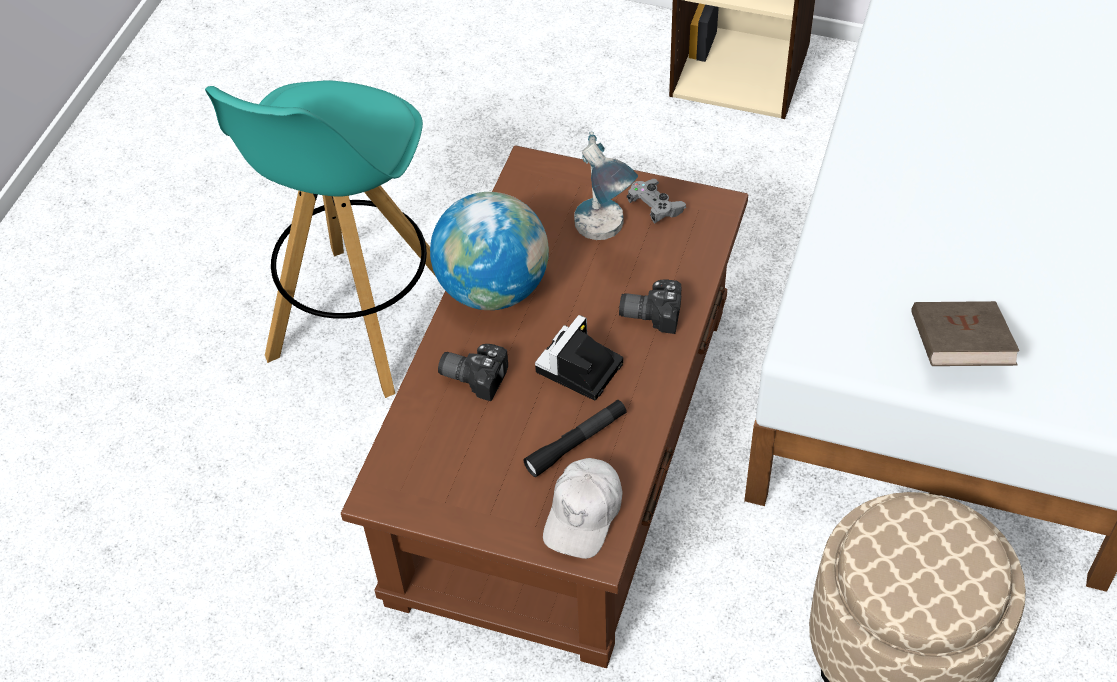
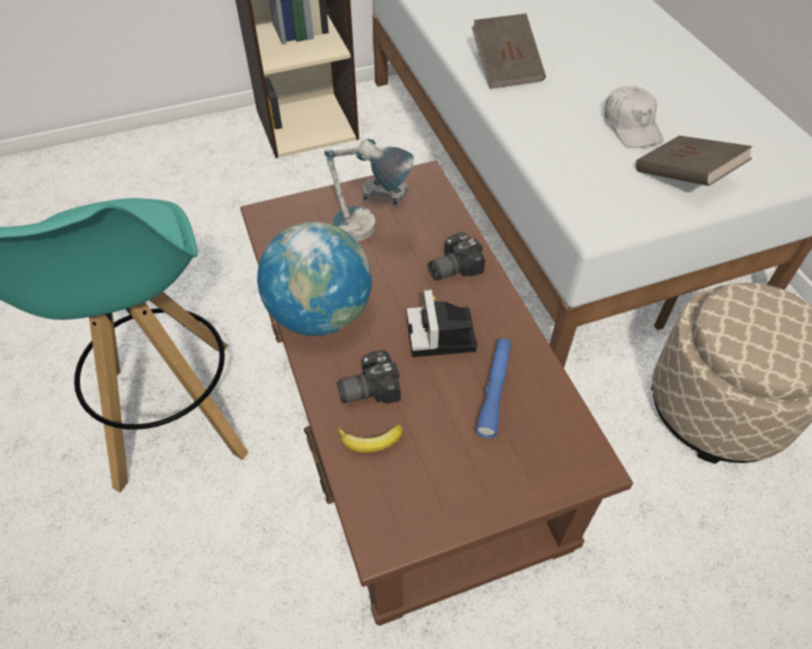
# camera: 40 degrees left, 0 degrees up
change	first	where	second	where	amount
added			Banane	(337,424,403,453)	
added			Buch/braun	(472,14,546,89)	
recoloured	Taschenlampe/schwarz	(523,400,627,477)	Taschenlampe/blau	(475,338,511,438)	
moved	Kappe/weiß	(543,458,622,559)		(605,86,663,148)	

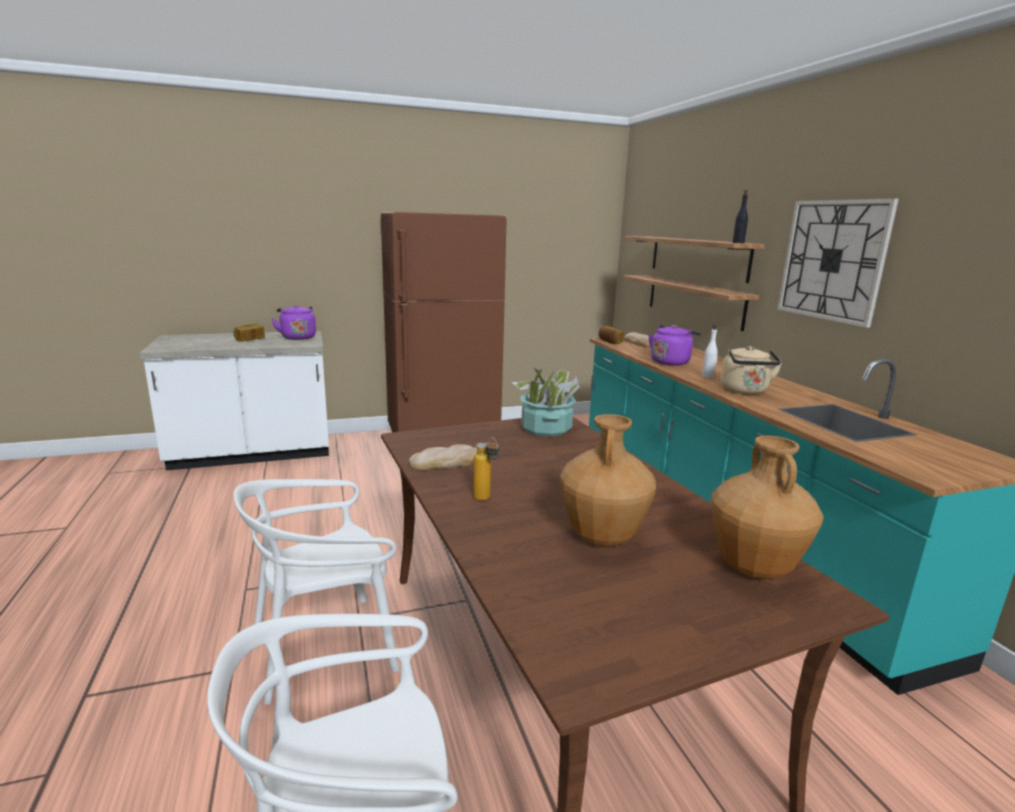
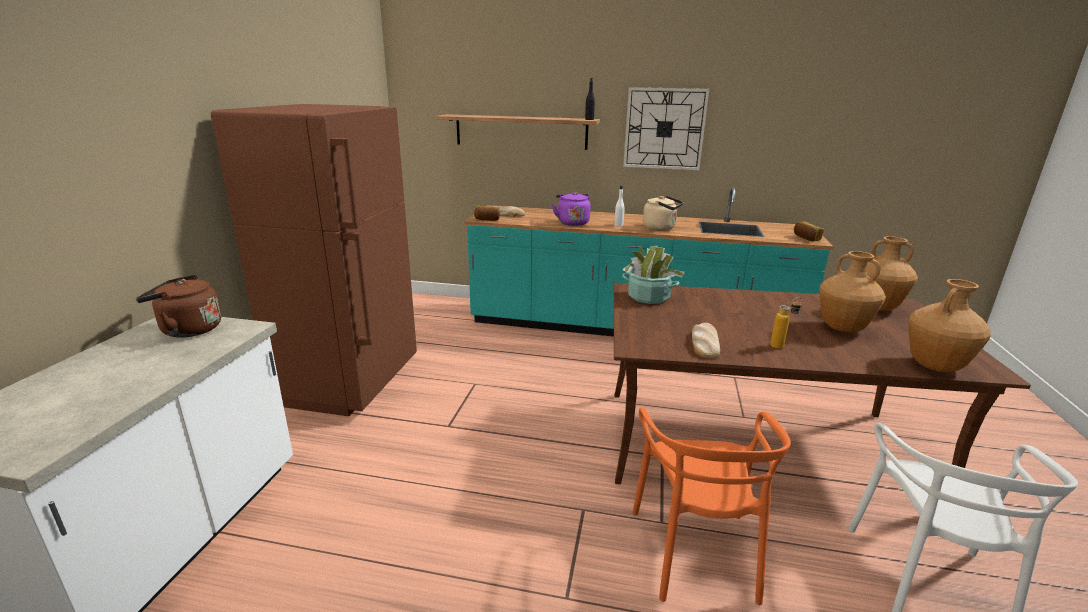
# camera: 60 degrees left, 5 degrees up
change	first	where	second	where	amount
recoloured	Wasserkessel/lila	(271,305,316,340)	Wasserkessel/braun	(136,275,221,338)	
recoloured	Stuhl/weiß	(233,479,399,705)	Stuhl/orange	(632,408,791,605)	
moved	Brot	(234,324,265,342)		(794,221,824,241)	
added			Vase/braun	(909,279,991,372)	
removed	Wandregal	(623,275,759,331)			

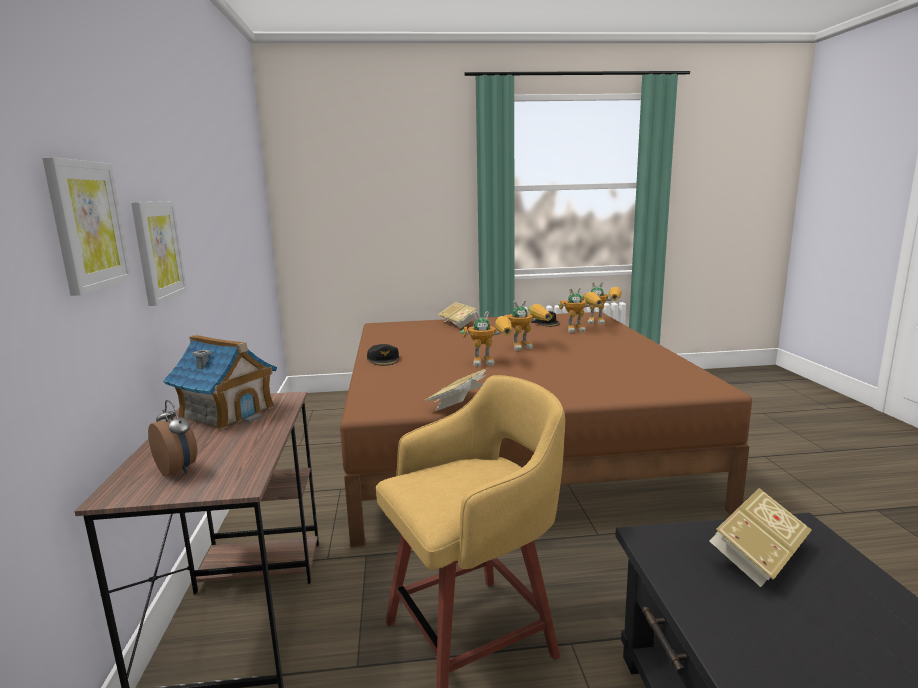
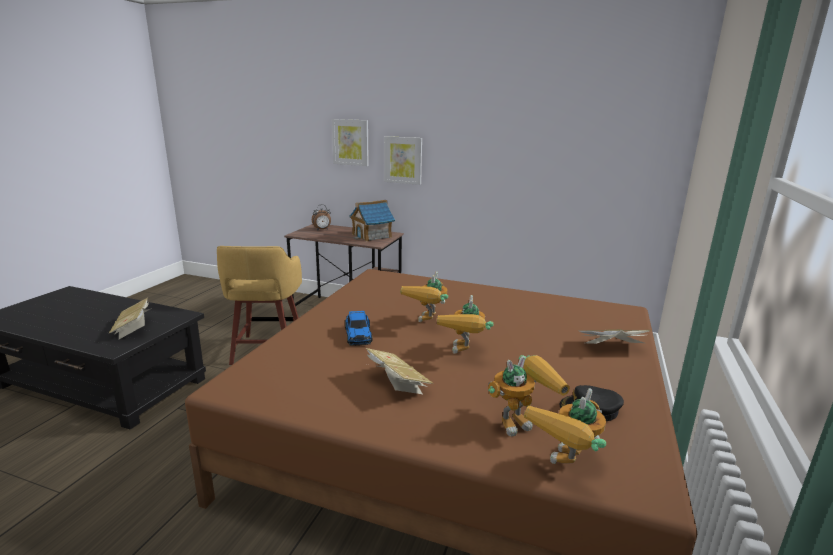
# camera: 115 degrees right, 5 degrees up
change	first	where	second	where	amount
added			Spielzeugauto	(345,311,372,346)	
moved	Buch	(424,368,487,412)		(366,348,433,394)	
turned	Spielzeugroboter	(558,288,603,333)		(488,355,570,437)	135 degrees counterclockwise
removed	Kappe/schwarz	(367,344,399,366)			

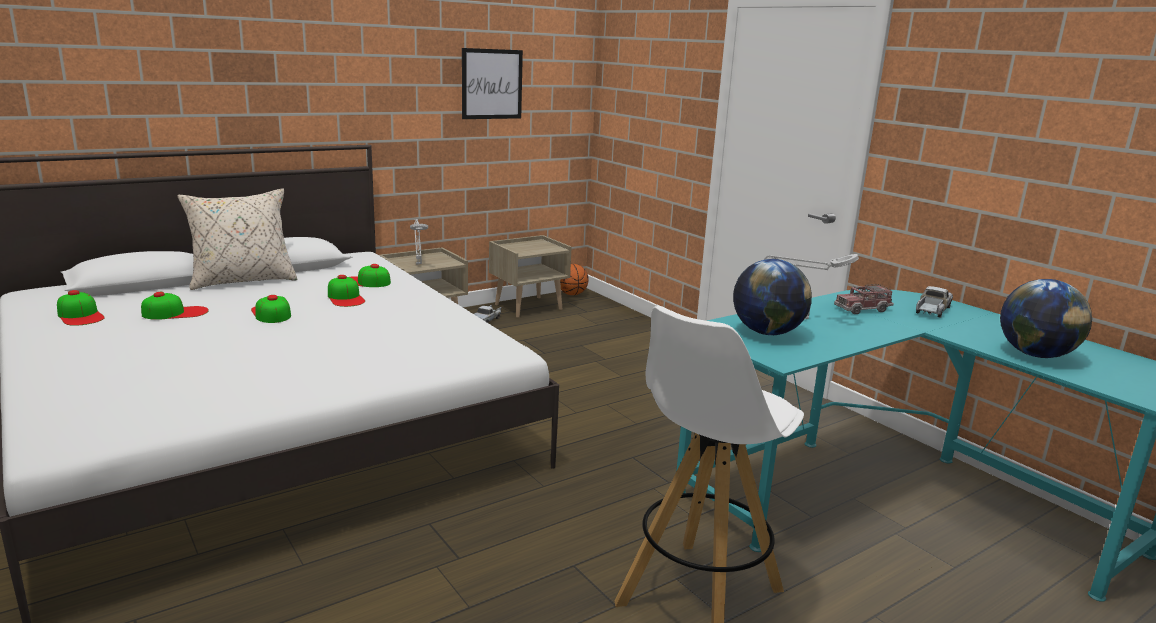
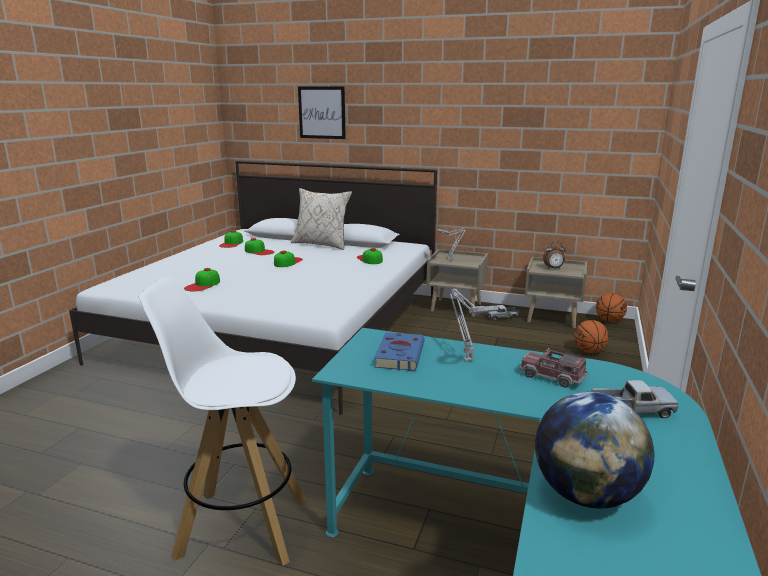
# camera: 55 degrees right, 0 degrees up
change	first	where	second	where	amount
moved	Kappe	(328,275,365,307)		(184,268,220,292)	
moved	Bild	(462,48,523,119)		(298,87,346,139)	
replaced	Globus	(733,259,812,335)	Buch/blau	(374,332,425,371)	
added			Wecker	(543,241,566,269)	
added			Basketball	(574,320,609,353)	

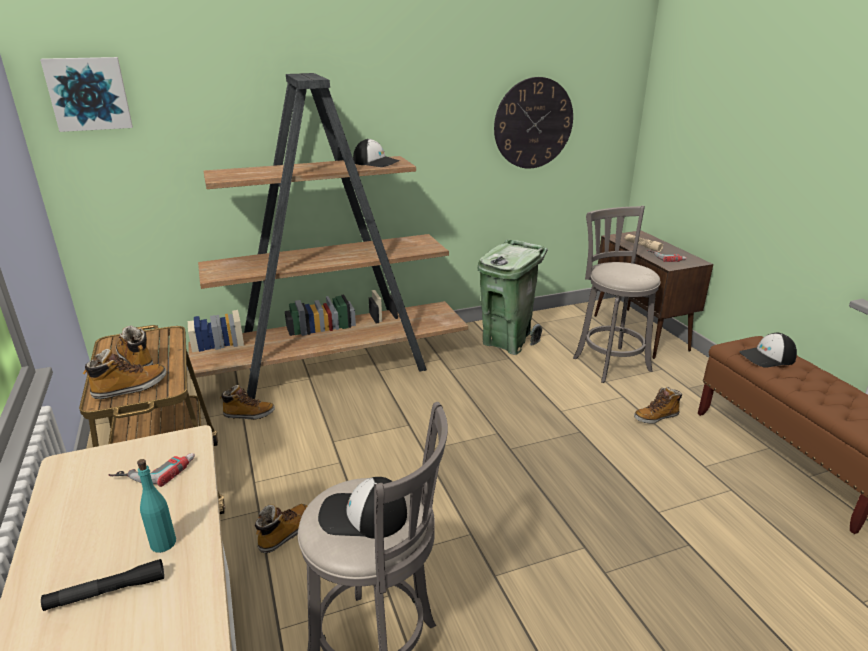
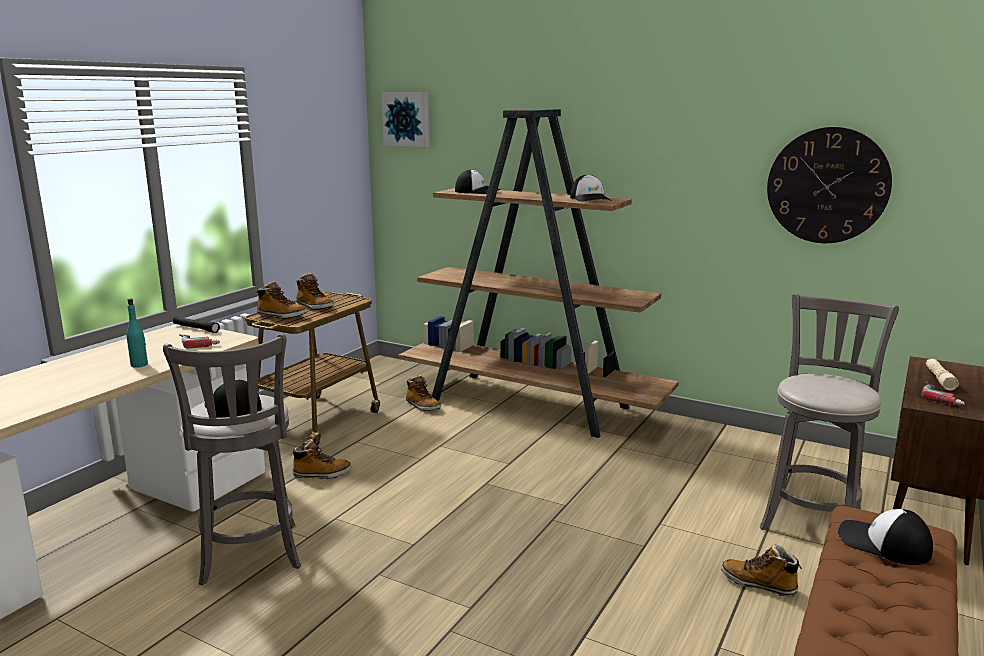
# camera: 50 degrees right, 10 degrees down
change	first	where	second	where	amount
moved	Taschenlampe/schwarz	(41,559,164,611)		(173,317,220,333)	
turned	Stiefel	(116,325,153,366)		(296,273,334,310)	120 degrees clockwise
added			Kappe	(455,169,501,194)	
removed	Mülleimer/grün	(477,240,548,355)			

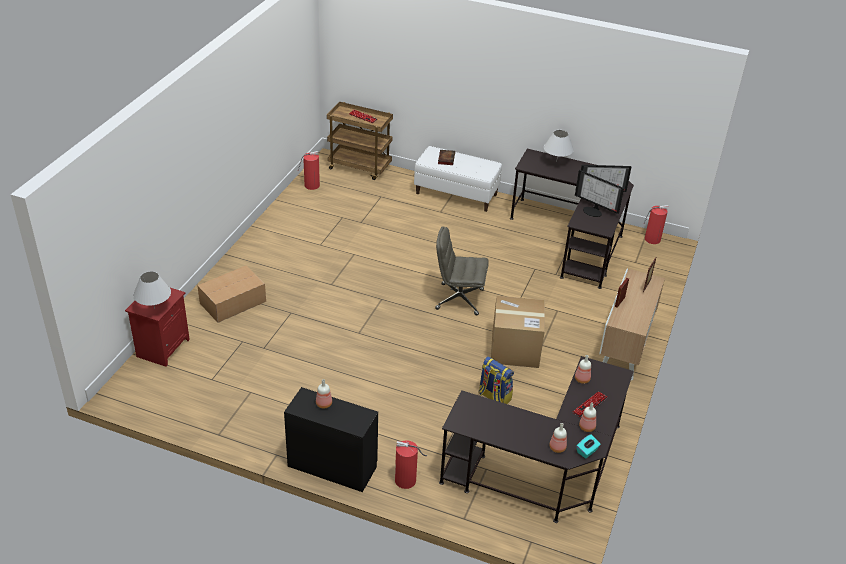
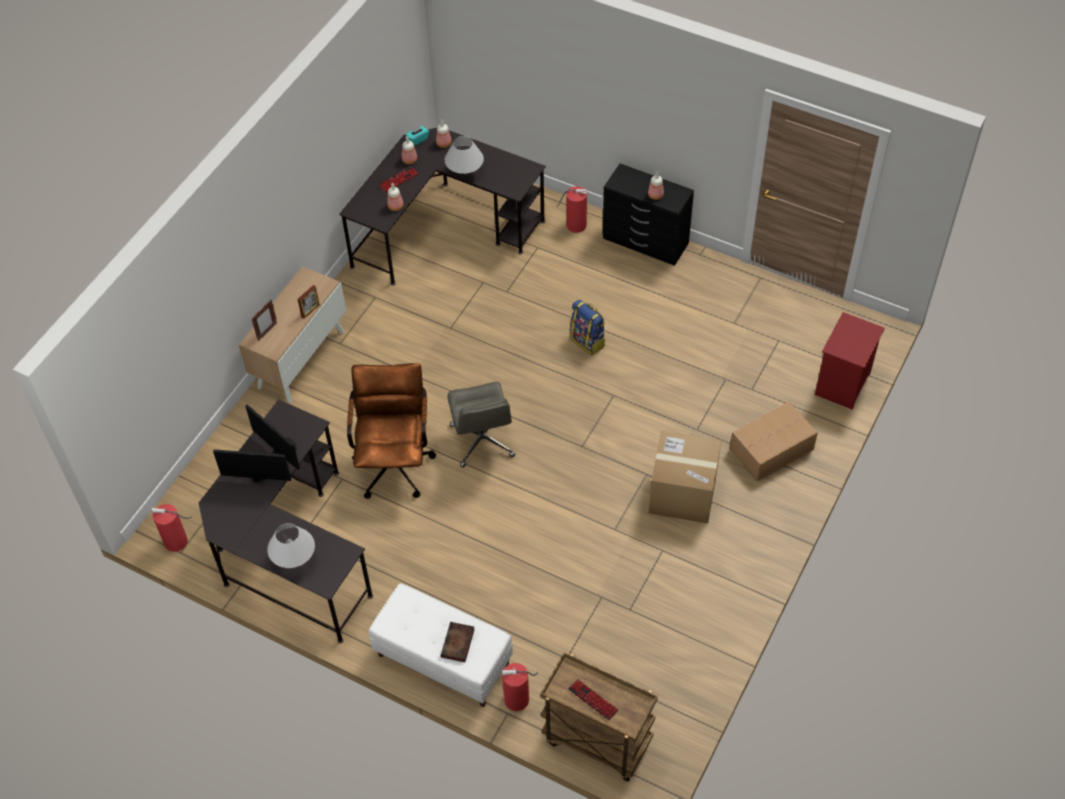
# camera: 170 degrees left, 15 degrees up
change	first	where	second	where	amount
added			Bürostuhl/braun	(347,363,436,499)	
moved	Tischlampe/weiß	(133,271,171,309)		(445,136,484,175)	
turned	Bürostuhl/grau	(435,226,489,315)		(447,382,515,467)	60 degrees clockwise
moved	Feuerlöscher	(298,151,320,190)		(502,663,539,711)	
moved	Rucksack	(478,356,514,404)		(570,300,605,356)	
moved	Karton	(491,296,545,368)		(649,431,721,524)	

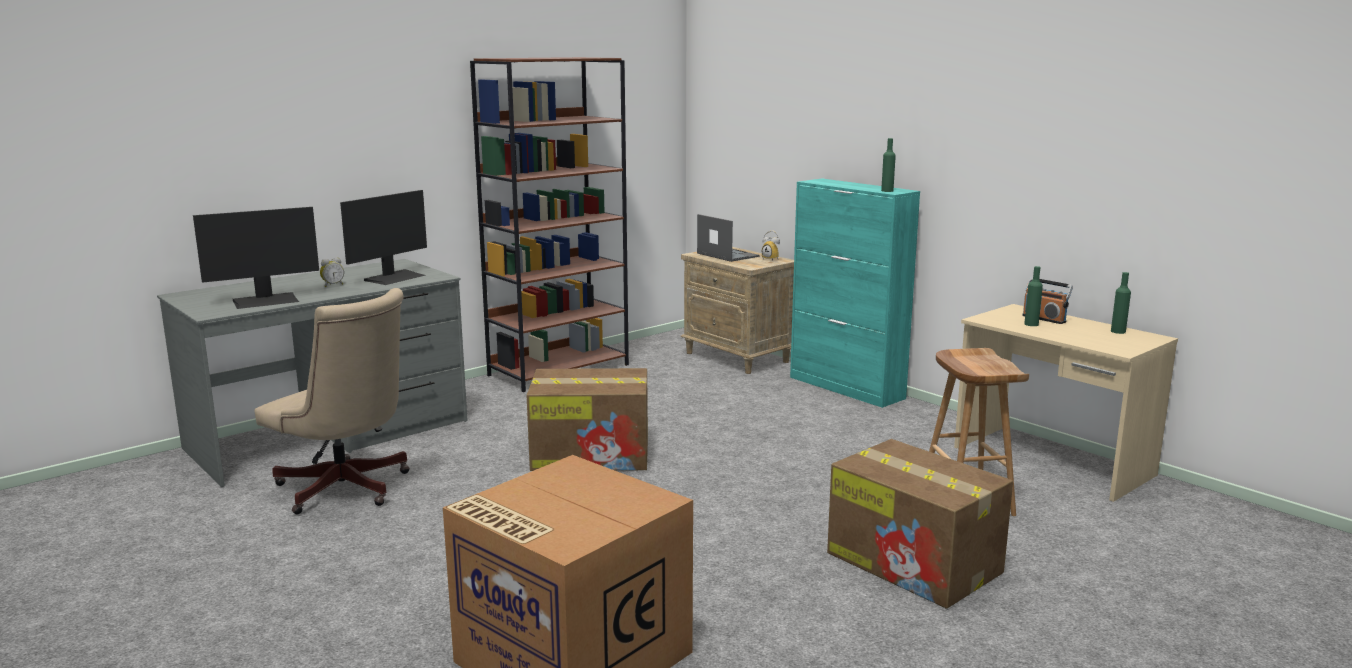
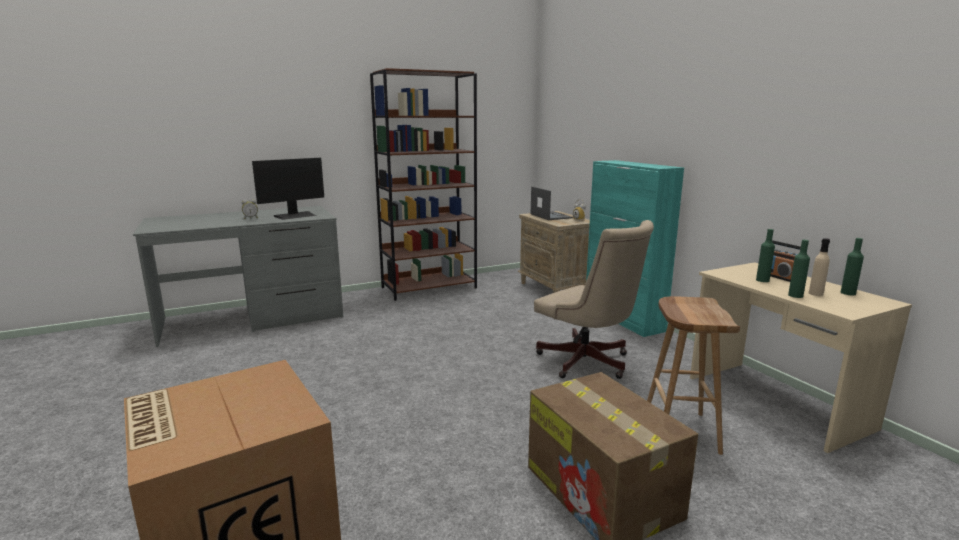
# camera: 15 degrees right, 0 degrees up
change	first	where	second	where	amount
moved	Bürostuhl/beige	(255,288,410,514)		(534,220,654,379)	
moved	Flasche/grün	(881,138,896,192)		(788,240,810,298)	
added			Flasche/beige	(809,238,830,296)	
removed	Monitor	(193,207,319,309)			
removed	Karton	(526,368,648,471)			

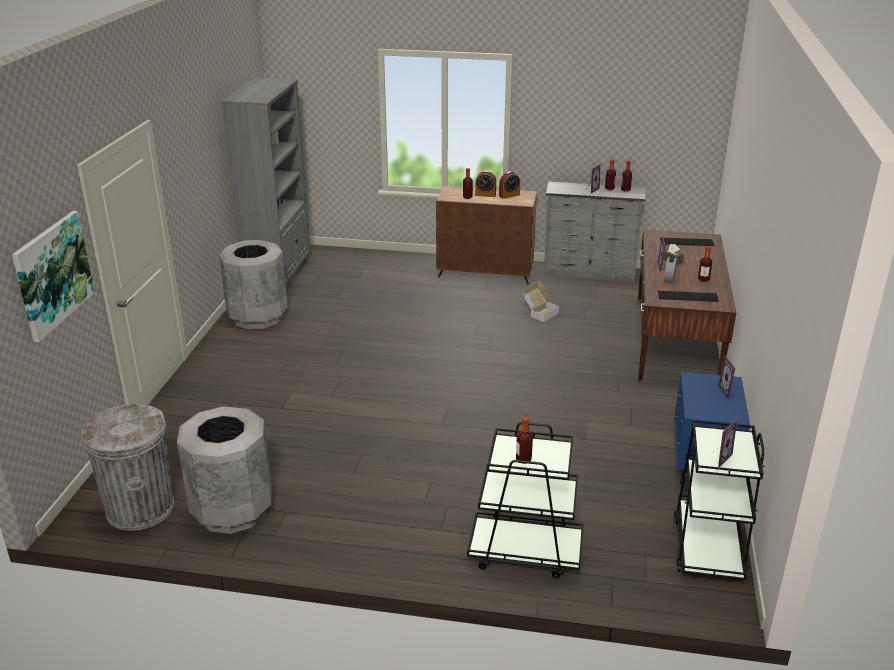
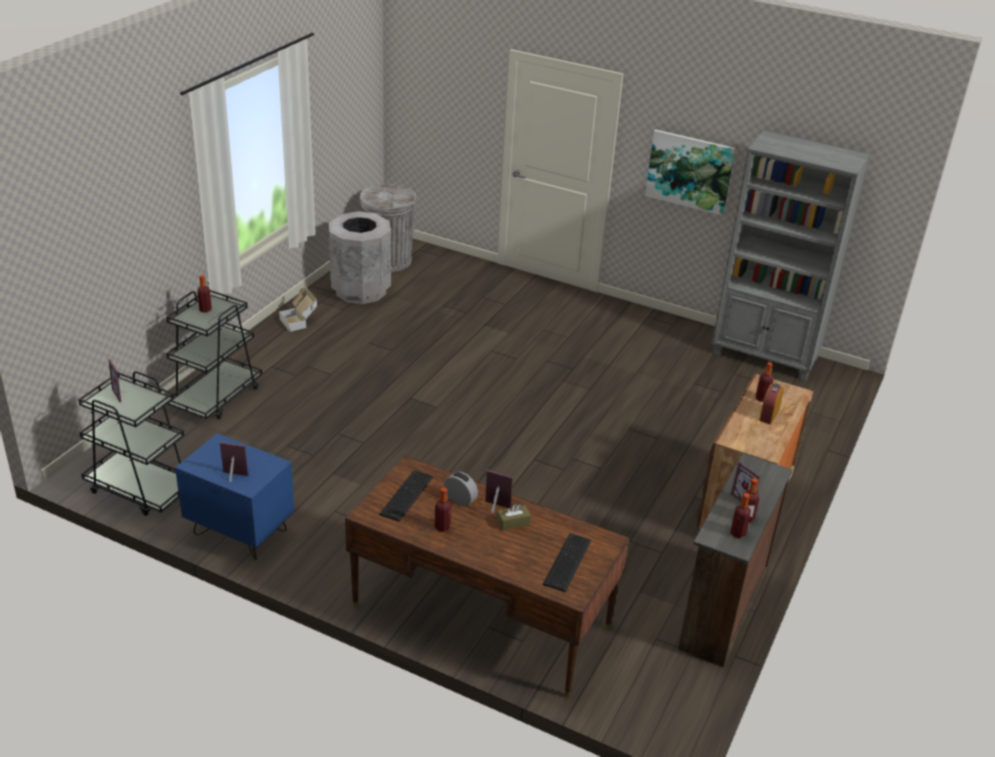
# camera: 105 degrees right, 5 degrees up
change	first	where	second	where	amount
moved	Karton	(523,281,559,322)		(279,287,317,332)	
moved	Bild	(12,211,95,342)		(645,129,735,215)	
recoloured	Kommode/grau	(544,182,646,283)	Kommode/braun	(678,453,792,667)	
removed	Mülleimer/grau	(219,240,288,329)			
removed	Wecker	(499,171,520,199)			

